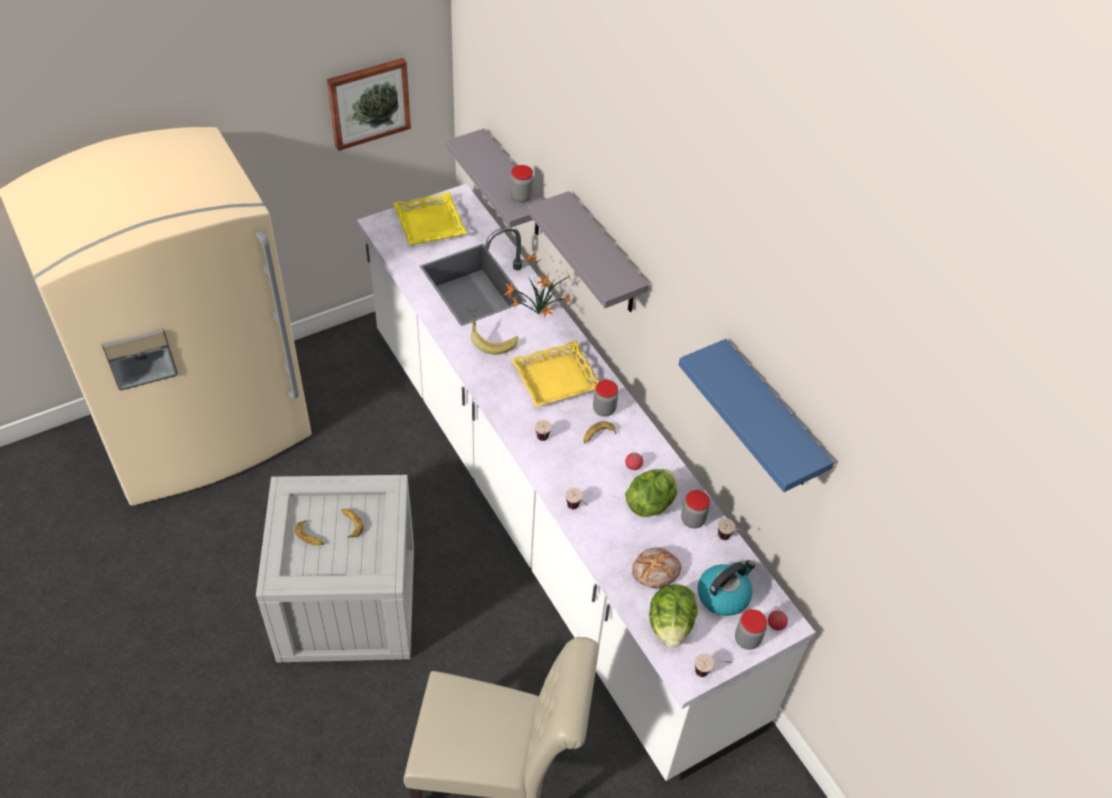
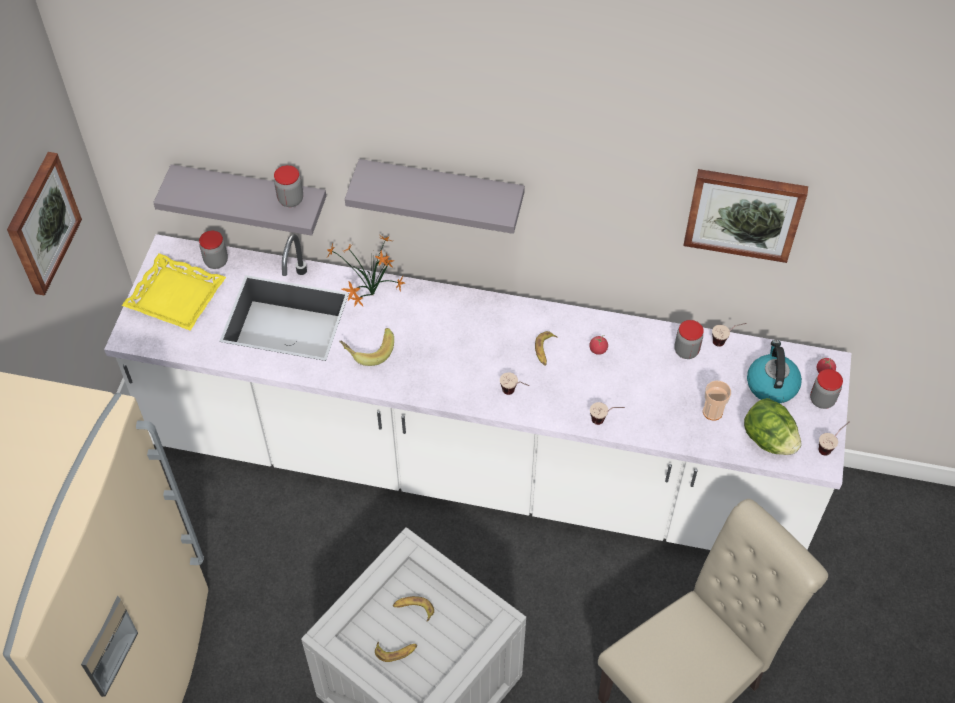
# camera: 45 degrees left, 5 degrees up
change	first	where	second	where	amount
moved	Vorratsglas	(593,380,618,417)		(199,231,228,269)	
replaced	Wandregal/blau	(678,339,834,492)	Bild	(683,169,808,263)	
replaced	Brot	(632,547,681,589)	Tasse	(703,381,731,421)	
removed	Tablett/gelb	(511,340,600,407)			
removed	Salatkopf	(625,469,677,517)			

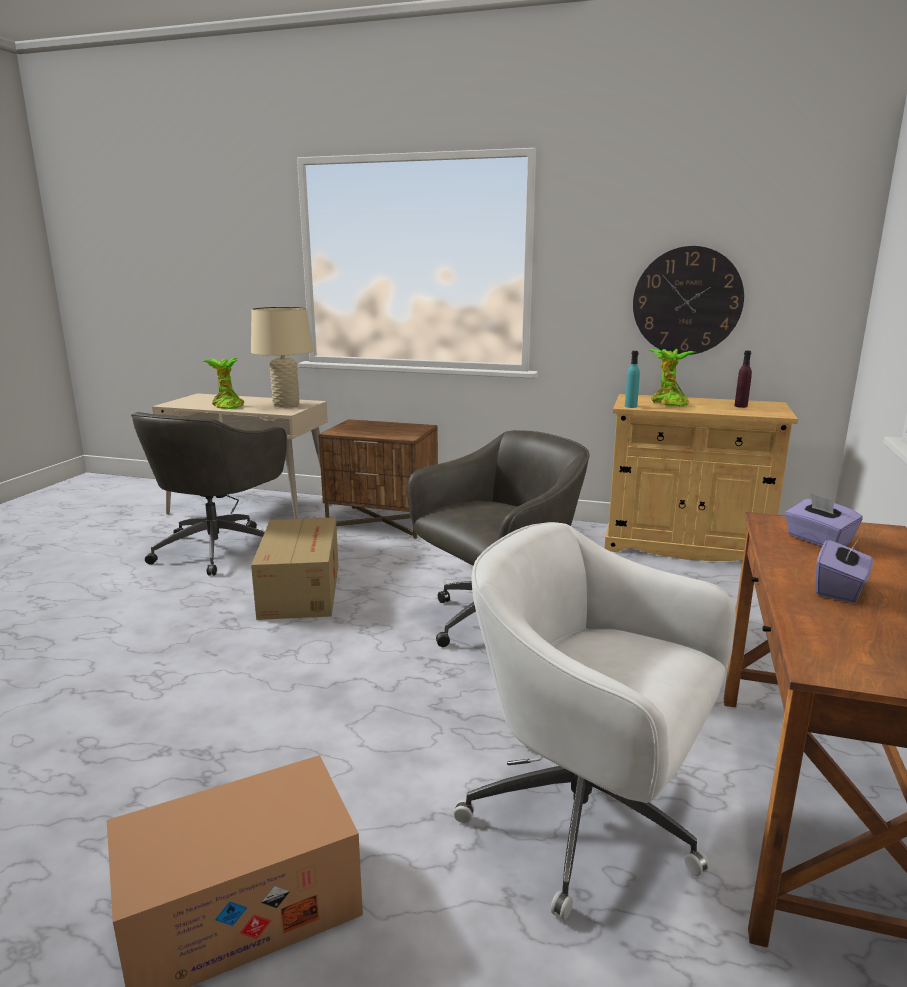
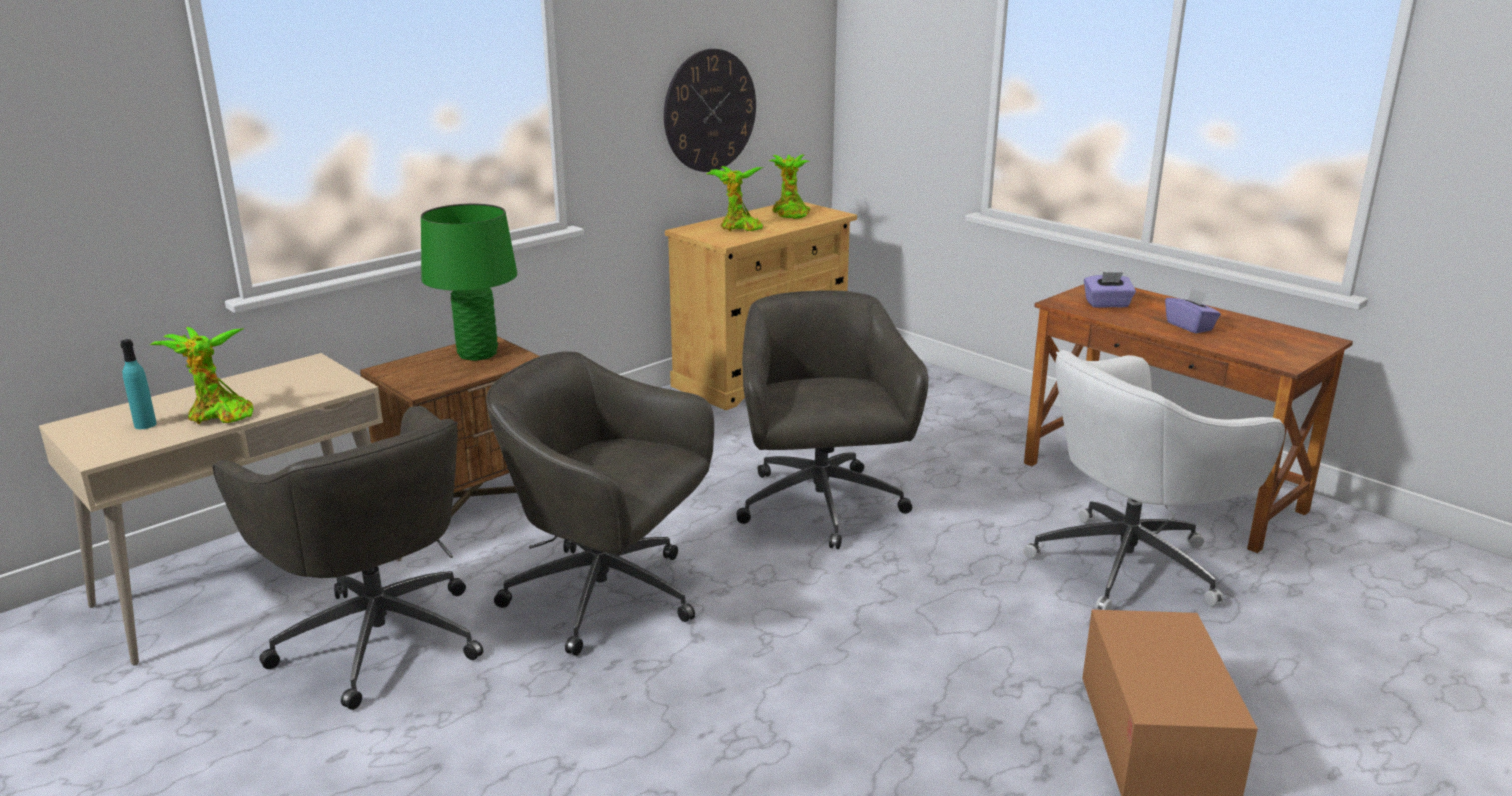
# camera: 60 degrees left, 5 degrees up
change	first	where	second	where	amount
moved	Flasche/türkis	(625,351,640,408)		(120,339,157,429)	
added			Tischlampe/grün	(421,204,517,361)	
replaced	Karton	(251,517,339,620)	Bürostuhl/grau	(486,351,714,656)	
replaced	Flasche/lila	(734,351,752,408)	Topfpflanze	(769,154,810,219)	
removed	Tischlampe/beige	(251,307,313,408)			

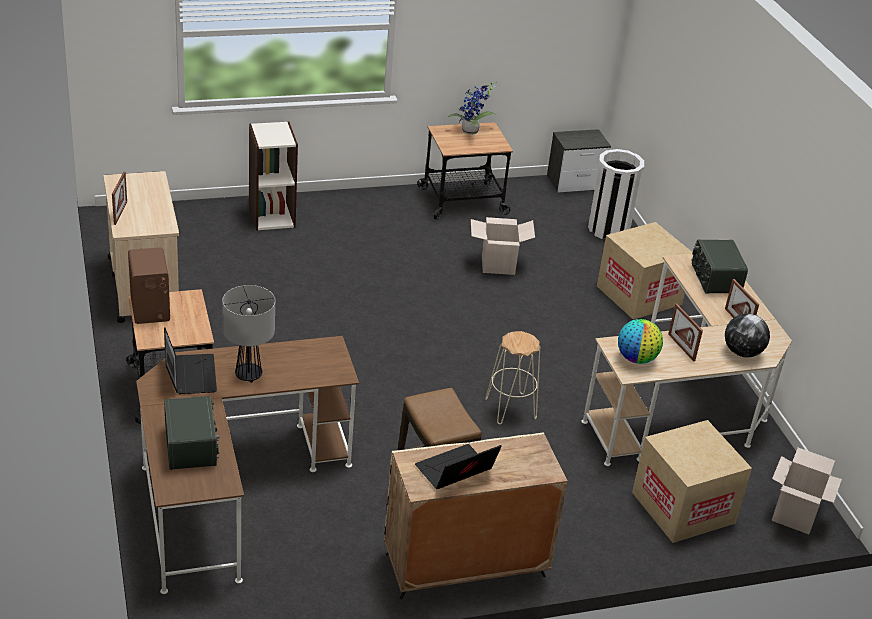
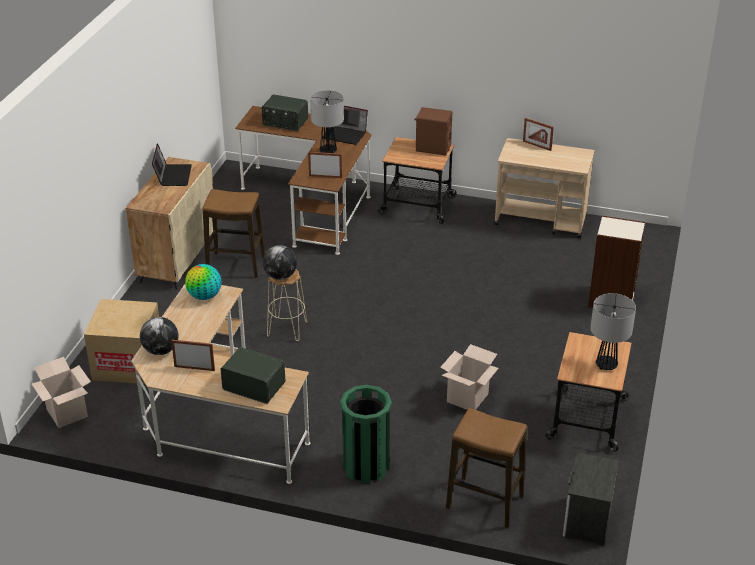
# camera: 125 degrees right, 0 degrees up
change	first	where	second	where	amount
added			Globus	(262,245,297,280)	
moved	Bilderrahmen	(668,304,703,362)		(308,152,342,178)	
replaced	Karton	(597,222,693,320)	Mülleimer/grün	(340,385,392,484)	
replaced	Mülleimer/weiß	(588,149,644,239)	Hocker	(446,408,527,528)	
replaced	Topfpflanze	(448,82,497,135)	Tischlampe	(590,293,636,370)	

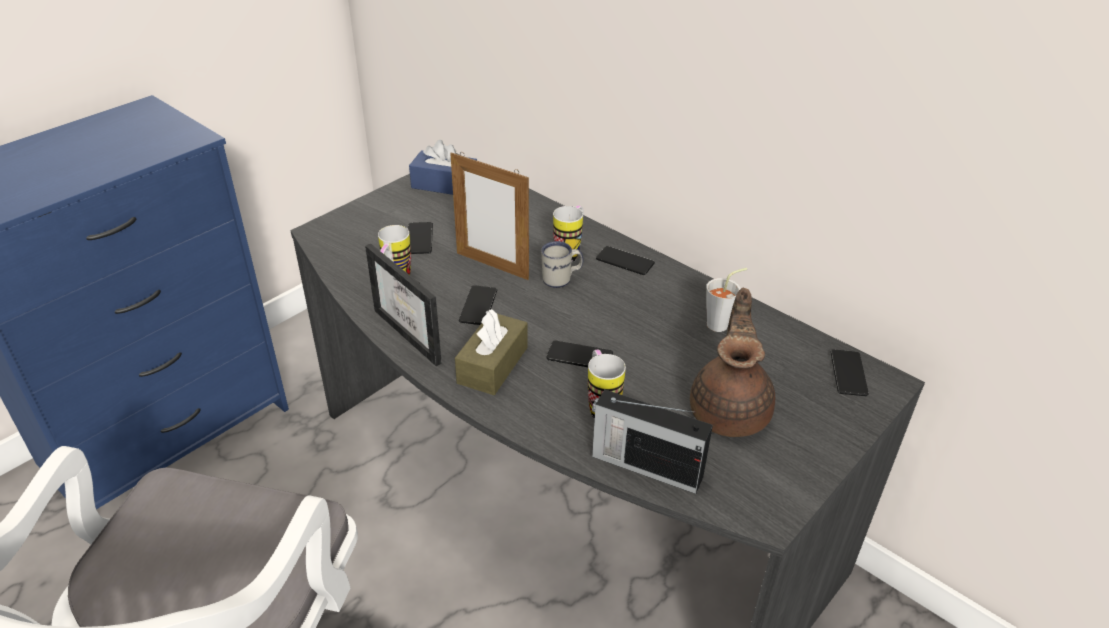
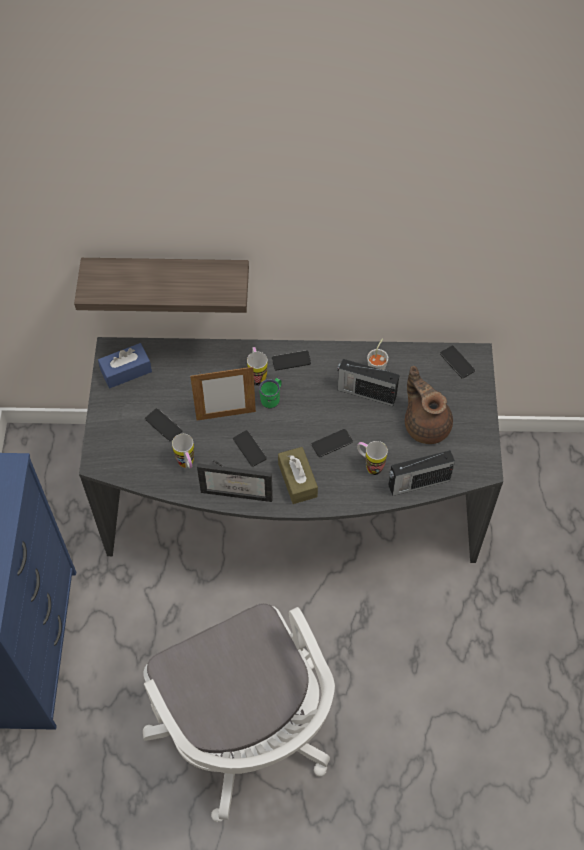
# camera: 40 degrees left, 20 degrees up
change	first	where	second	where	amount
added			Wandregal	(74,258,249,313)	
recoloured	Henkelbecher/weiß	(541,241,583,288)	Henkelbecher/grün	(259,377,282,409)	
added			Radio	(337,359,400,406)	

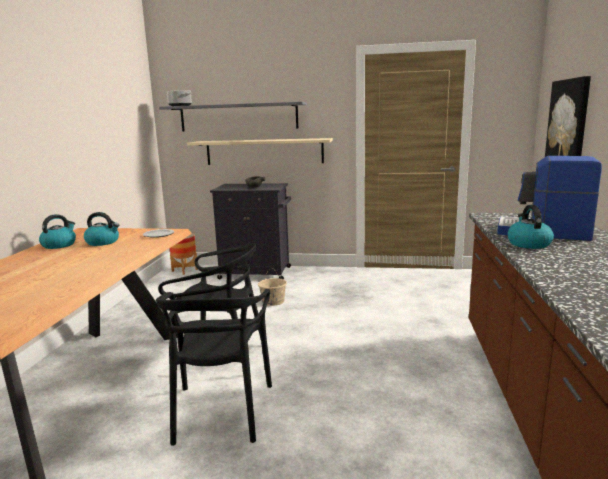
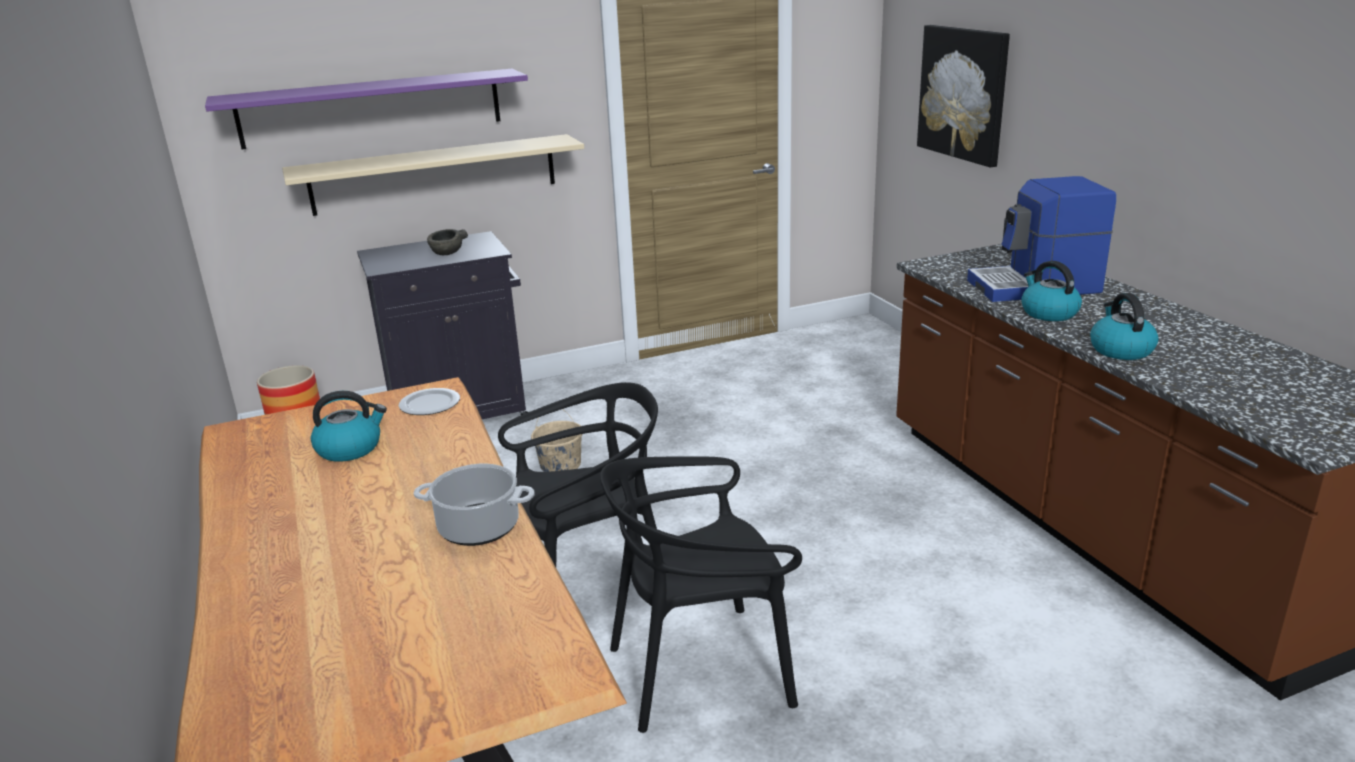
# camera: 30 degrees left, 10 degrees up
change	first	where	second	where	amount
recoloured	Wandregal/grau	(159,102,307,131)	Wandregal/lila	(205,69,528,150)	
moved	Kochtopf	(166,90,192,106)		(414,464,535,546)	
turned	Stuhl/schwarz	(156,289,272,446)		(600,456,802,733)	105 degrees clockwise
moved	Wasserkessel	(39,214,76,249)		(1090,293,1158,360)	

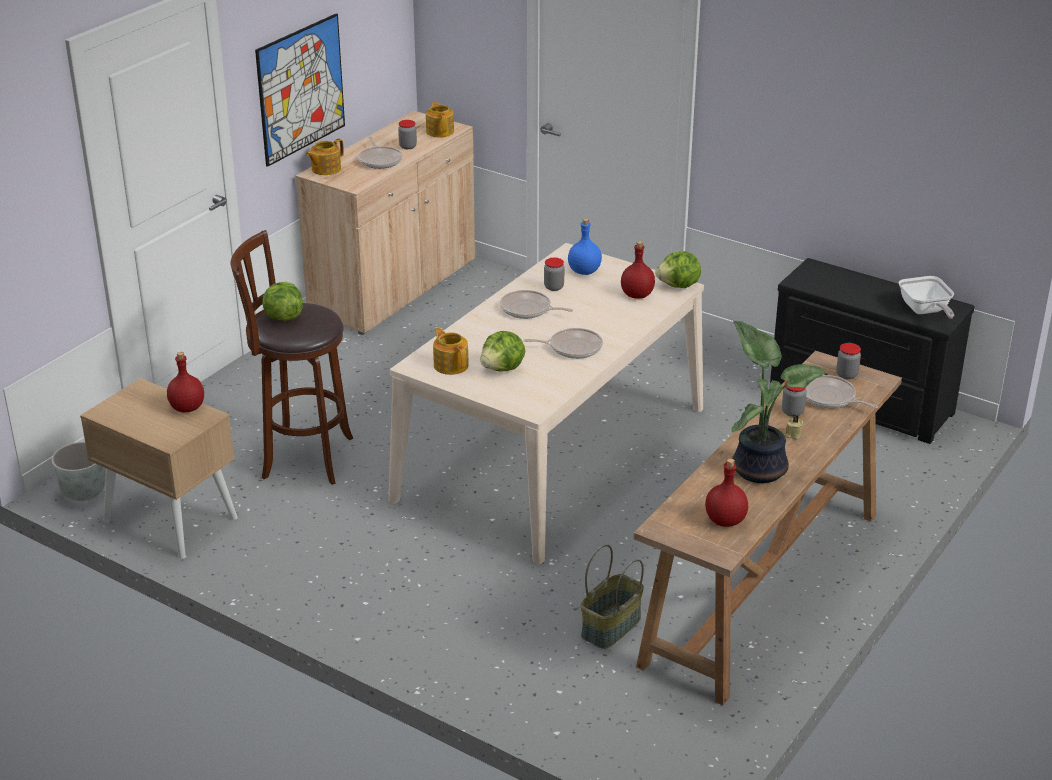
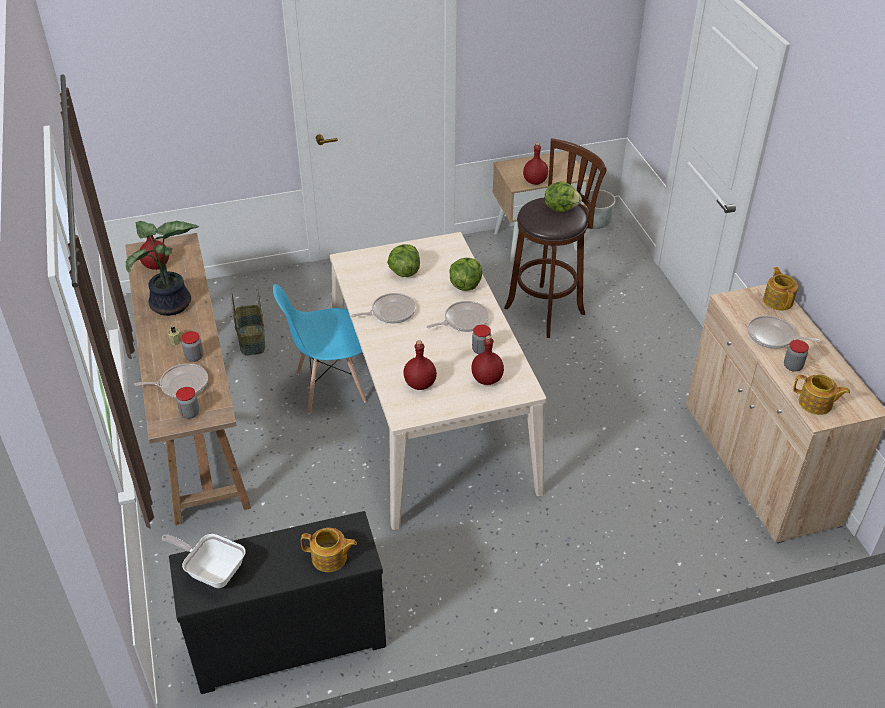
# camera: 130 degrees right, 10 degrees up
change	first	where	second	where	amount
added			Stuhl/blau	(273,284,367,414)	
moved	Teekanne	(433,327,469,375)		(301,528,357,572)	
turned	Pfanne	(523,328,603,359)		(351,293,416,323)	150 degrees counterclockwise
moved	Salatkopf	(655,251,701,288)		(449,258,482,291)	
recoloured	Flasche/blau	(568,218,602,275)	Flasche/rot	(471,335,504,385)	
removed	Bild	(255,13,345,167)			

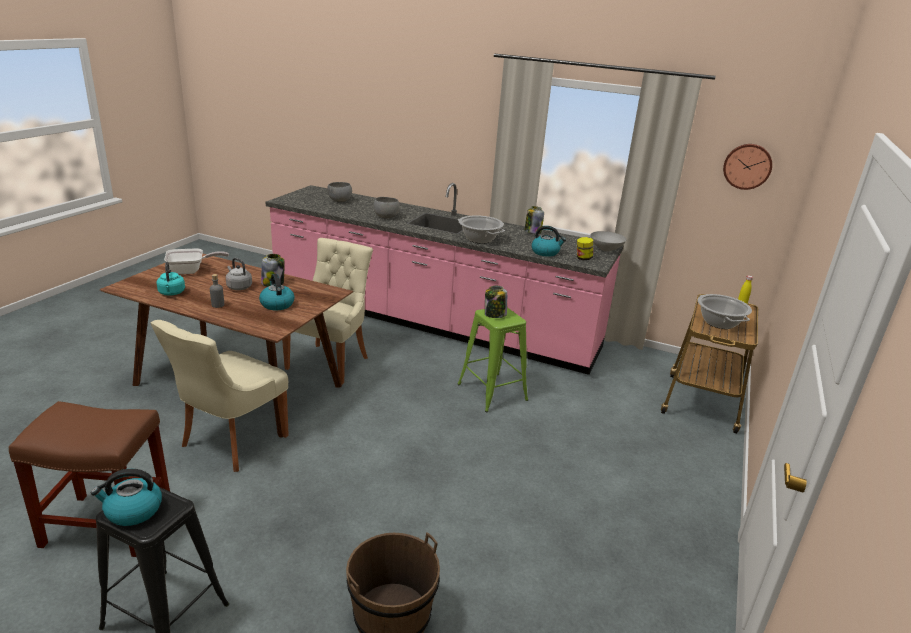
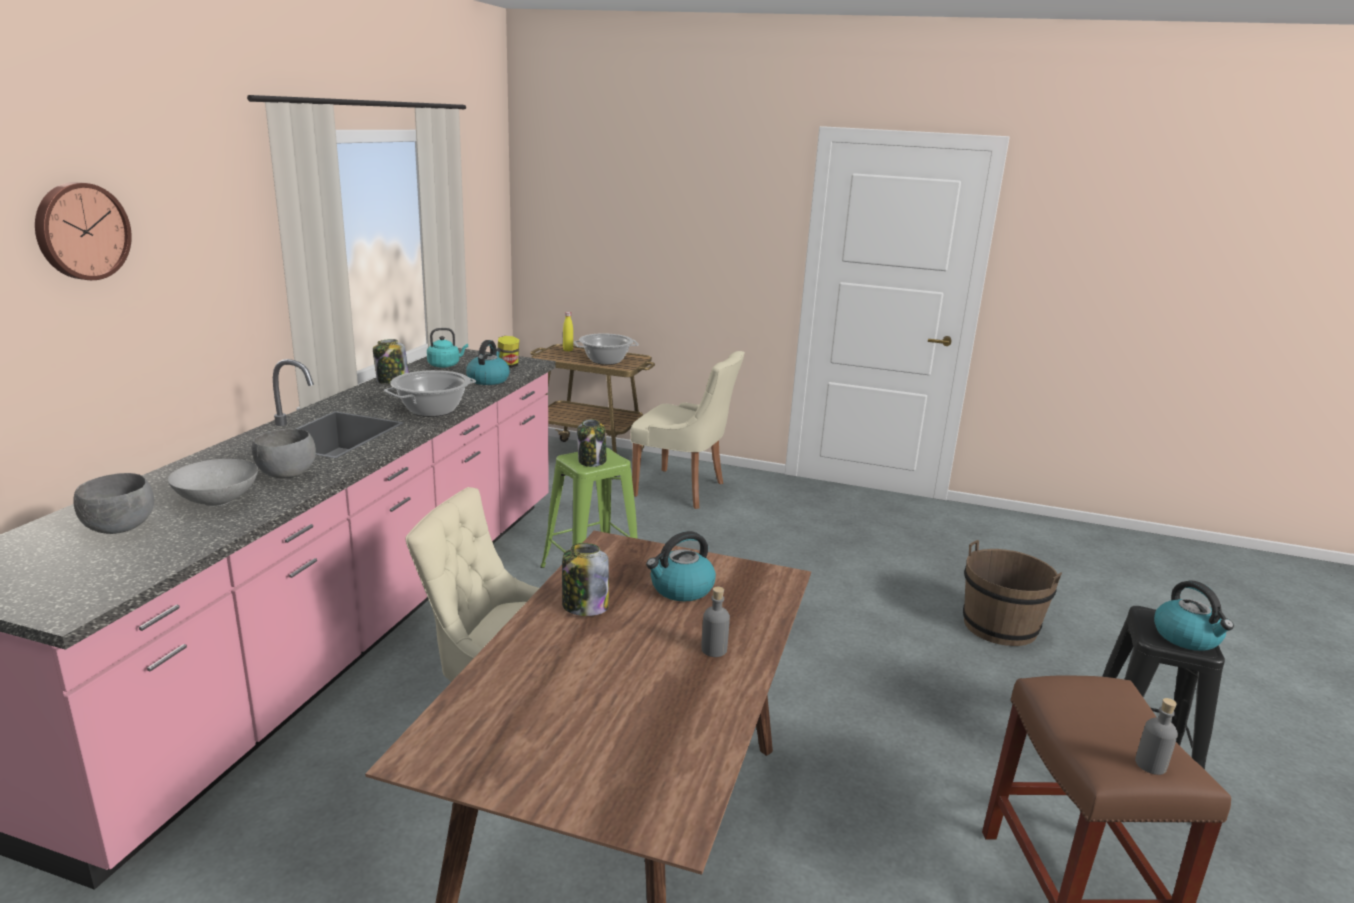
# camera: 95 degrees left, 5 degrees down
change	first	where	second	where	amount
moved	Wanduhr	(723,144,772,190)		(35,182,132,280)	
moved	Schüssel/grau	(590,231,626,252)		(168,459,258,506)	
moved	Wasserkessel/türkis	(156,262,185,296)		(427,328,468,368)	
moved	Stuhl/beige	(150,320,289,472)		(630,351,745,509)	
added			Flasche/grau	(1135,698,1178,775)	
removed	Pfanne	(164,248,229,274)			
removed	Wasserkessel/grau	(226,258,252,290)			

